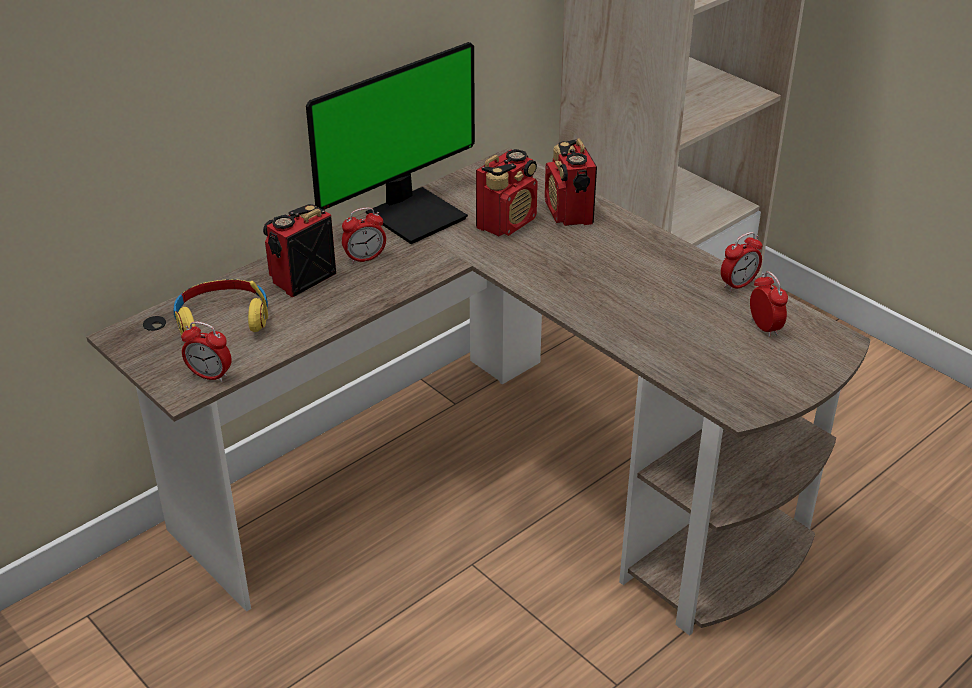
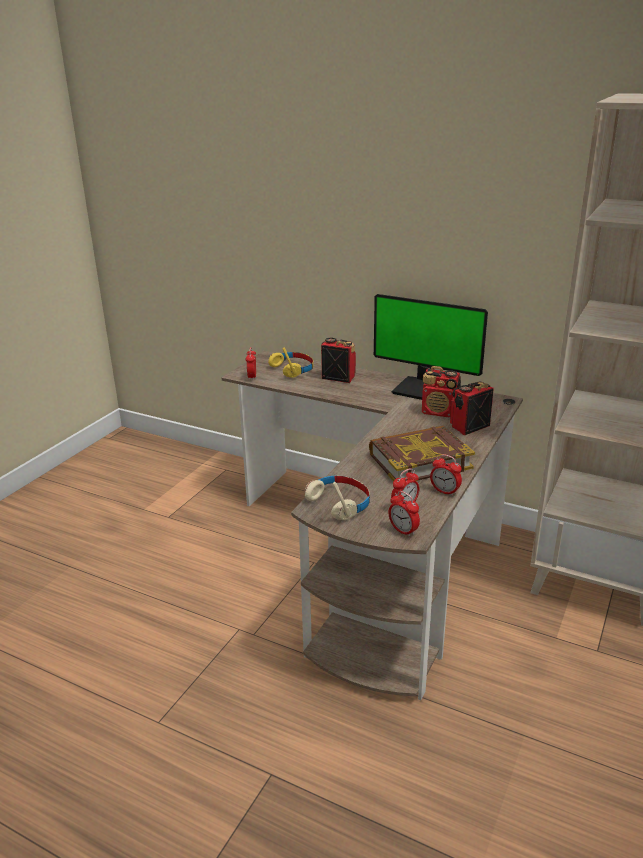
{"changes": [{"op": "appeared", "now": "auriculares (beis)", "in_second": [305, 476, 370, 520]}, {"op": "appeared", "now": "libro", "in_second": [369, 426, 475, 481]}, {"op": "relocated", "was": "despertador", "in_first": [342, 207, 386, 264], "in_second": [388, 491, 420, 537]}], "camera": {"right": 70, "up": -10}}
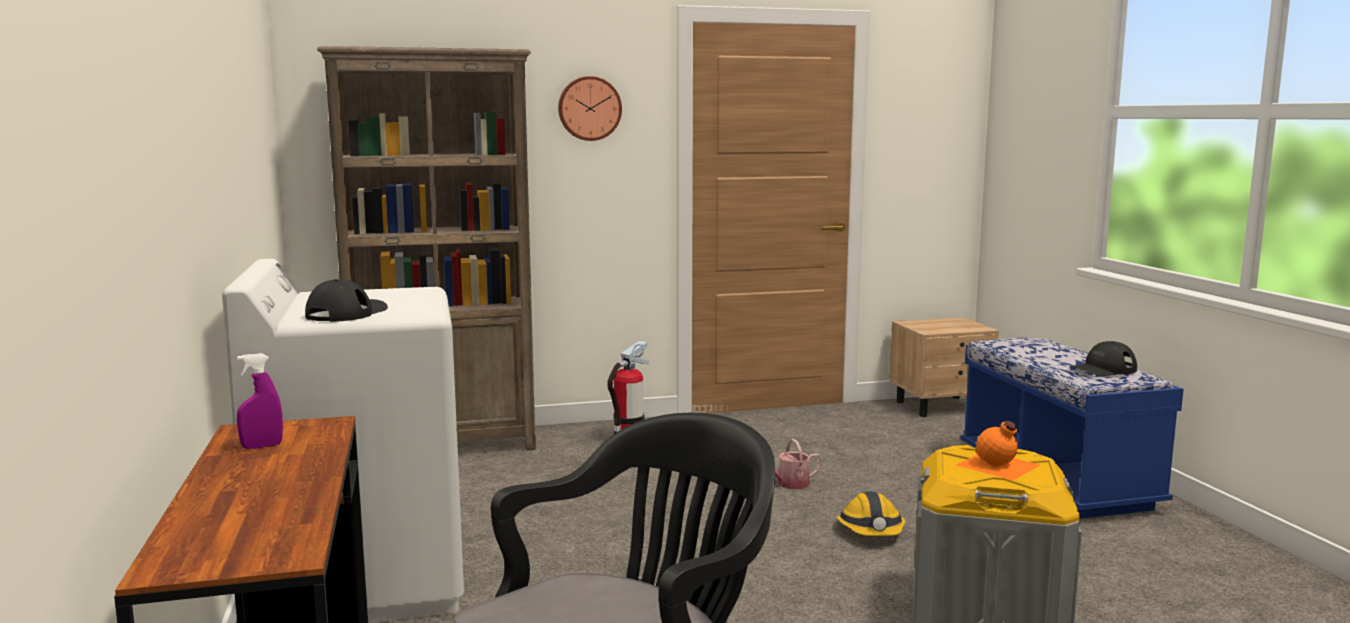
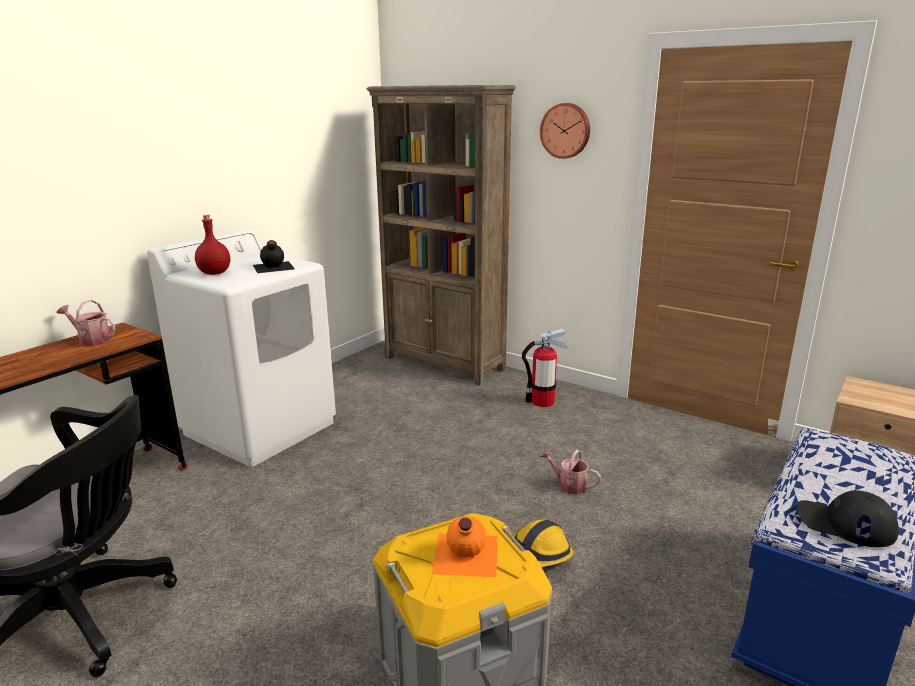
{"changes": [{"op": "exchanged", "was": "pulverizador (morado)", "now": "regadera", "in_first": [237, 353, 283, 449], "in_second": [57, 299, 115, 346]}, {"op": "exchanged", "was": "gorra (negro)", "now": "botella (rojo)", "in_first": [305, 279, 388, 322], "in_second": [195, 215, 230, 275]}, {"op": "appeared", "now": "botella (negro)", "in_second": [253, 240, 295, 273]}], "camera": {"right": 50, "up": 10}}
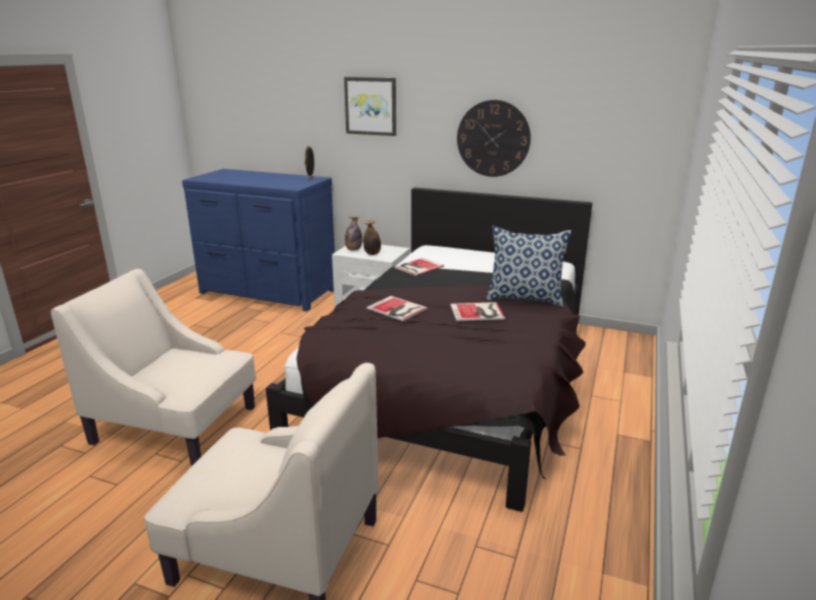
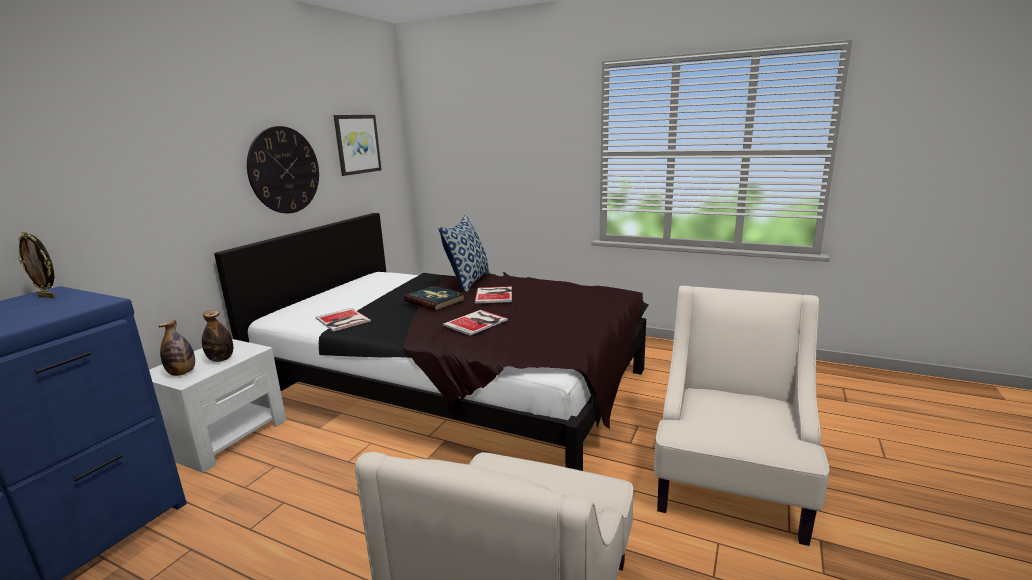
{"changes": [{"op": "relocated", "was": "cuadro", "in_first": [344, 77, 396, 136], "in_second": [334, 115, 382, 176]}, {"op": "appeared", "now": "libro", "in_second": [404, 285, 466, 311]}], "camera": {"right": -85, "up": -5}}
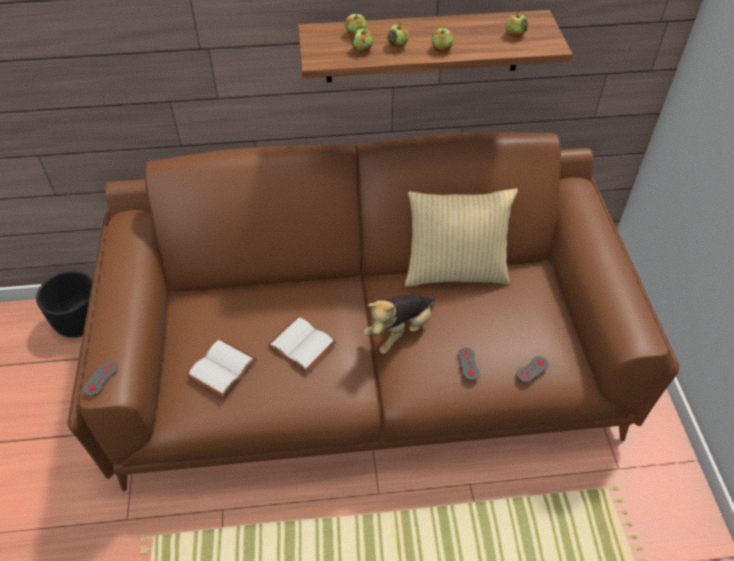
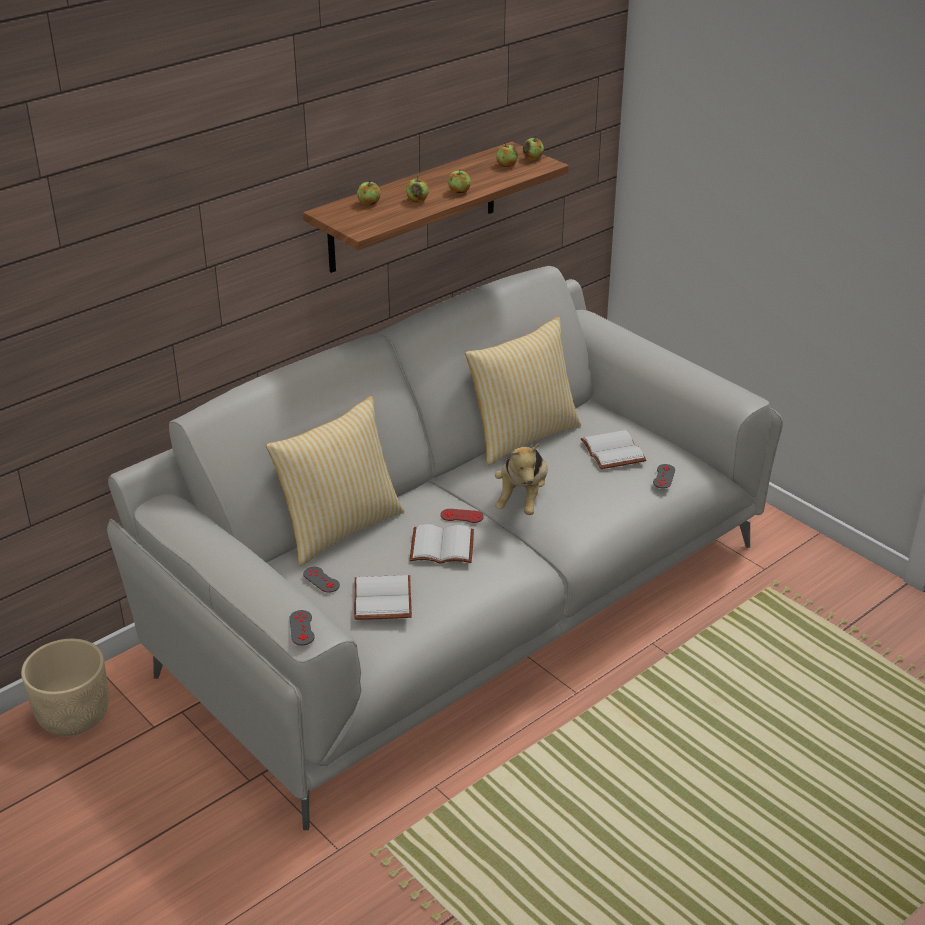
{"changes": [{"op": "colour", "was": "maceta (negro)", "now": "maceta (beis)", "in_first": [36, 271, 93, 338], "in_second": [21, 639, 109, 736]}, {"op": "colour", "was": "sofá (marrón)", "now": "sofá (gris)", "in_first": [68, 132, 679, 492], "in_second": [107, 266, 783, 830]}, {"op": "appeared", "now": "cojín", "in_second": [265, 396, 404, 566]}, {"op": "relocated", "was": "mando de consola (gris)", "in_first": [458, 348, 480, 380], "in_second": [303, 567, 340, 593]}, {"op": "appeared", "now": "mando de consola (rojo)", "in_second": [440, 509, 484, 523]}, {"op": "relocated", "was": "manzana", "in_first": [351, 28, 373, 52], "in_second": [523, 136, 544, 160]}, {"op": "appeared", "now": "libro (blanco)", "in_second": [580, 430, 646, 469]}], "camera": {"right": -35, "up": -15}}
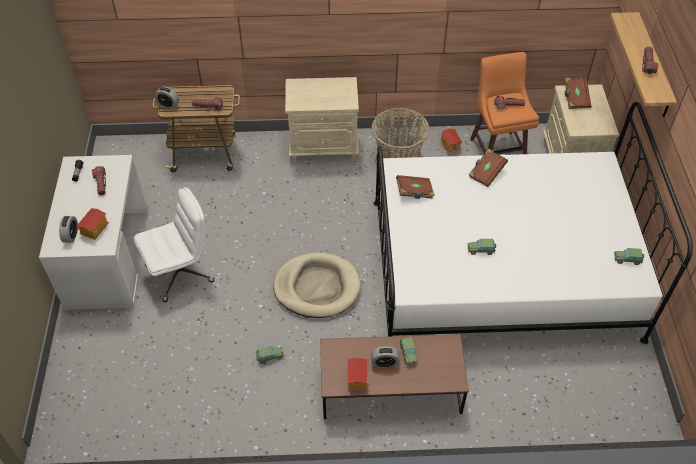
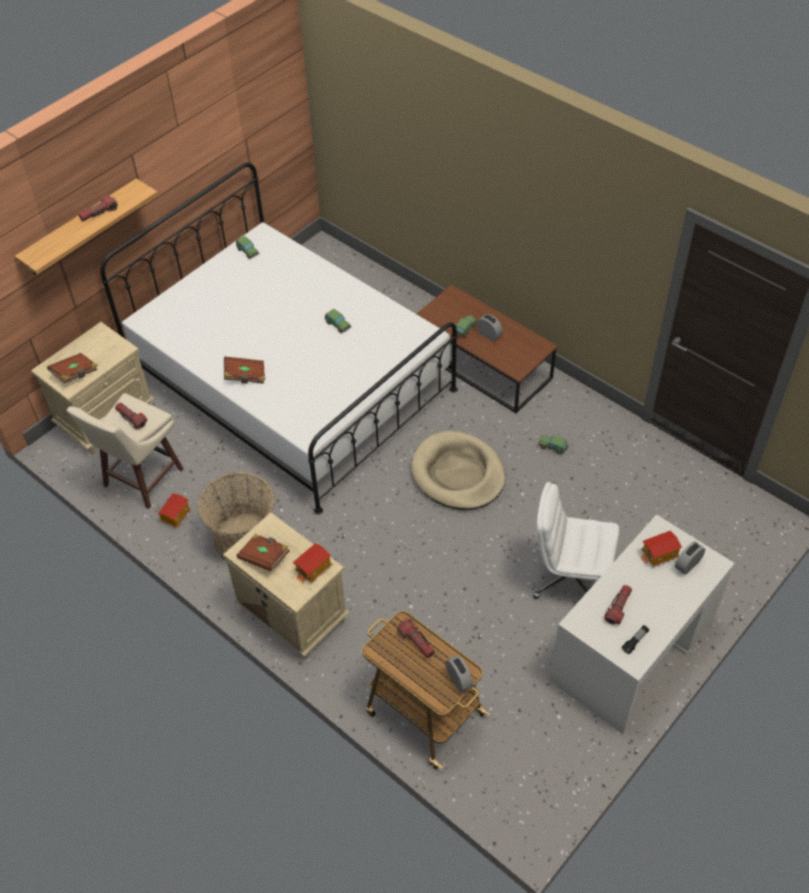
{"changes": [{"op": "colour", "was": "taburete (naranja)", "now": "taburete (beis)", "in_first": [470, 52, 539, 154], "in_second": [67, 393, 184, 509]}, {"op": "relocated", "was": "libro (marrón)", "in_first": [396, 175, 435, 199], "in_second": [236, 534, 290, 571]}, {"op": "relocated", "was": "casita", "in_first": [347, 357, 368, 390], "in_second": [293, 543, 332, 583]}], "camera": {"right": -135, "up": 0}}
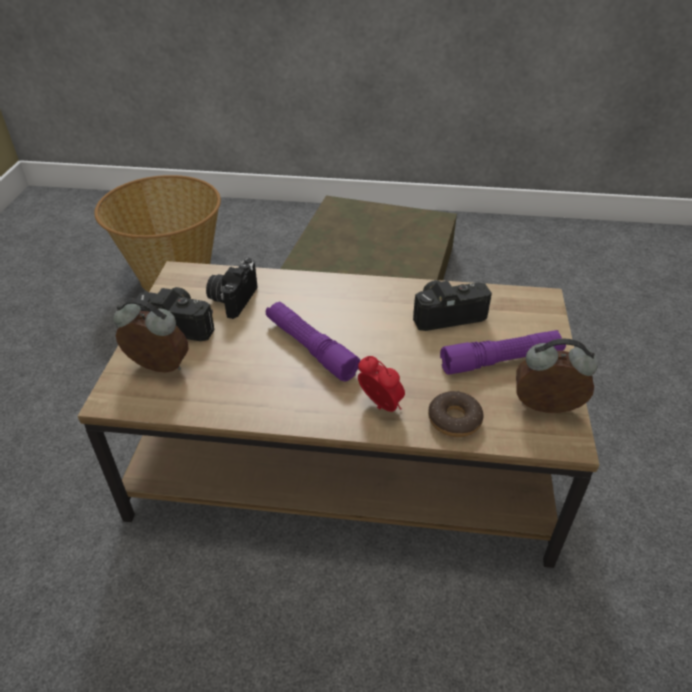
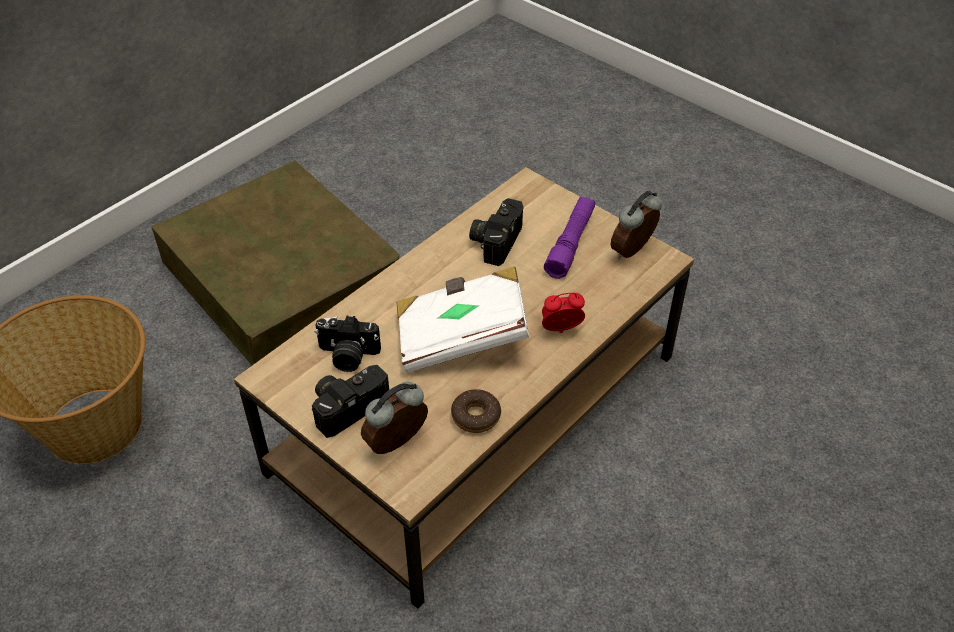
{"changes": [{"op": "spun", "was": "cámara", "in_first": [206, 258, 258, 319], "in_second": [315, 315, 381, 372], "clockwise": -45}, {"op": "exchanged", "was": "linterna (morado)", "now": "libro (blanco)", "in_first": [266, 301, 360, 382], "in_second": [396, 266, 530, 373]}, {"op": "relocated", "was": "rosquilla", "in_first": [428, 391, 483, 437], "in_second": [451, 389, 501, 433]}], "camera": {"right": -55, "up": 5}}
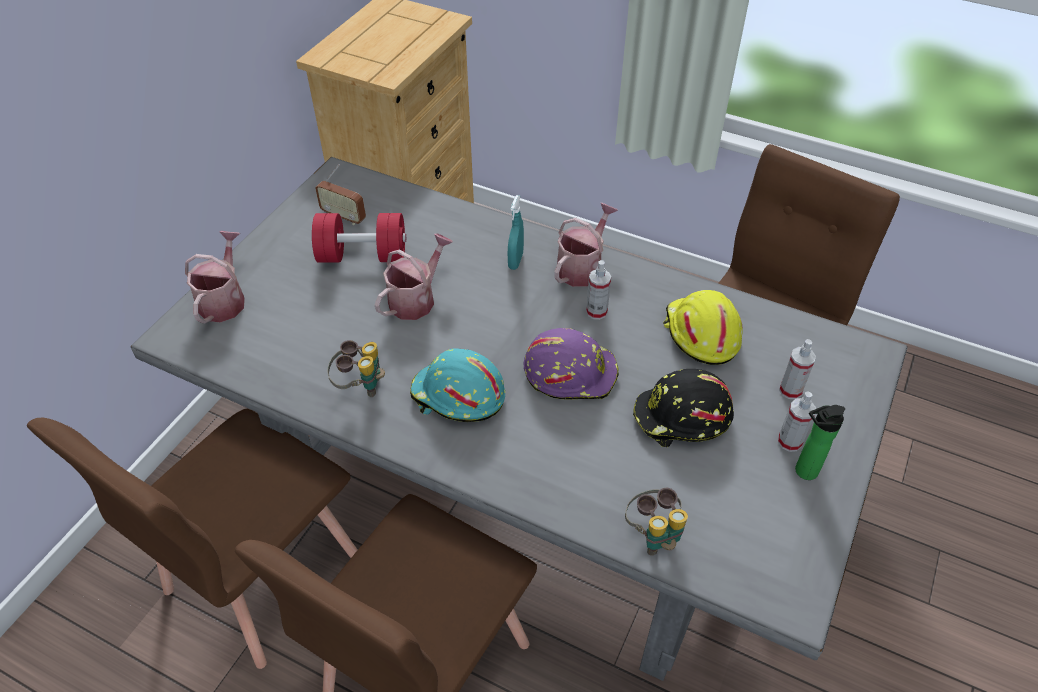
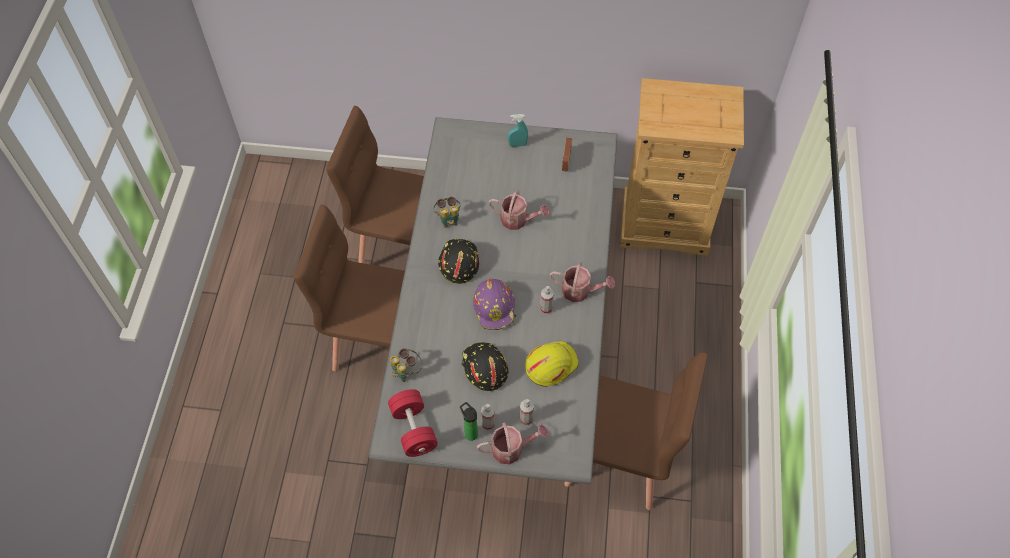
{"changes": [{"op": "relocated", "was": "mancuerna (rojo)", "in_first": [312, 213, 406, 263], "in_second": [388, 389, 438, 457]}, {"op": "colour", "was": "casco (turquesa)", "now": "casco (negro)", "in_first": [410, 348, 505, 422], "in_second": [438, 239, 479, 284]}, {"op": "relocated", "was": "regadera", "in_first": [185, 231, 245, 323], "in_second": [477, 423, 548, 464]}, {"op": "relocated", "was": "pulverizador (turquesa)", "in_first": [508, 195, 524, 270], "in_second": [508, 114, 528, 147]}], "camera": {"right": 70, "up": 10}}
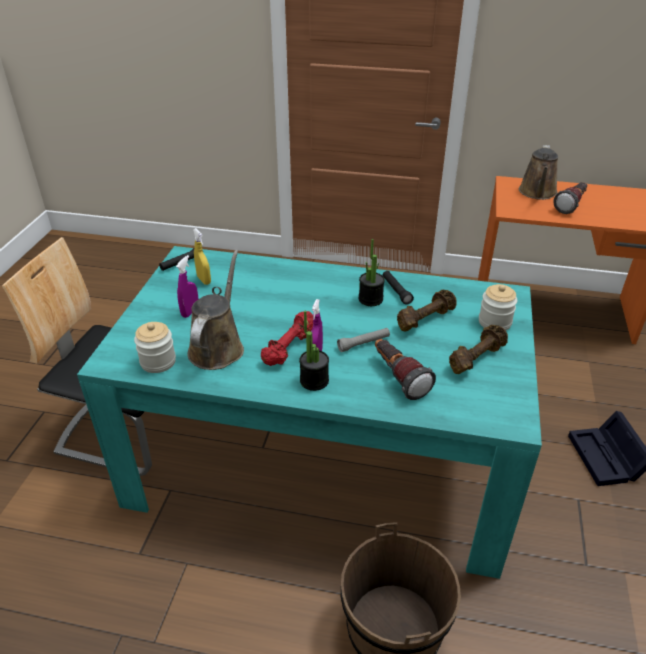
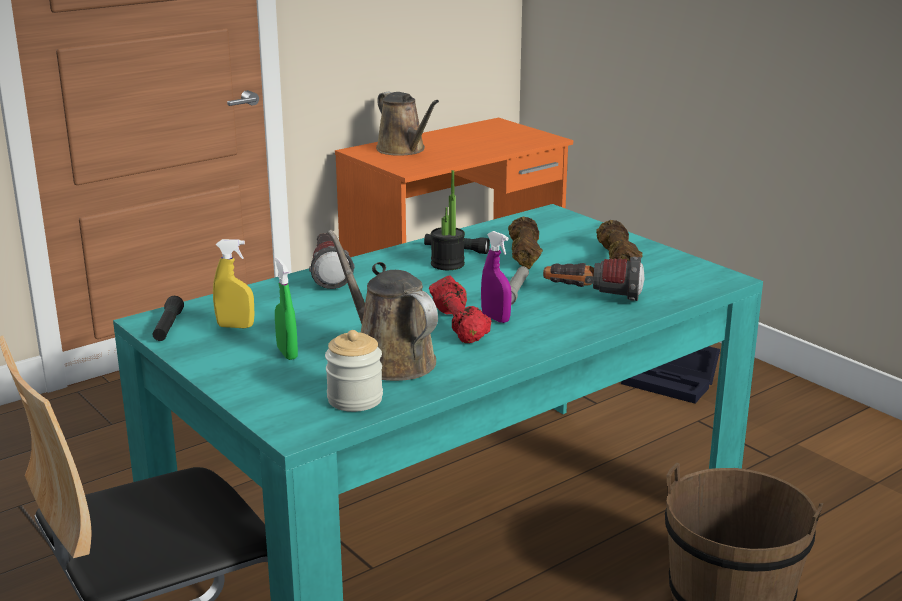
{"changes": [{"op": "colour", "was": "pulverizador (morado)", "now": "pulverizador (verde)", "in_first": [176, 255, 198, 318], "in_second": [275, 258, 298, 360]}, {"op": "relocated", "was": "linterna", "in_first": [553, 182, 587, 214], "in_second": [309, 233, 355, 289]}, {"op": "missing", "was": "planta en maceta", "in_first": [299, 311, 329, 391]}, {"op": "missing", "was": "tarro", "in_first": [479, 284, 517, 331]}], "camera": {"right": -50, "up": -15}}
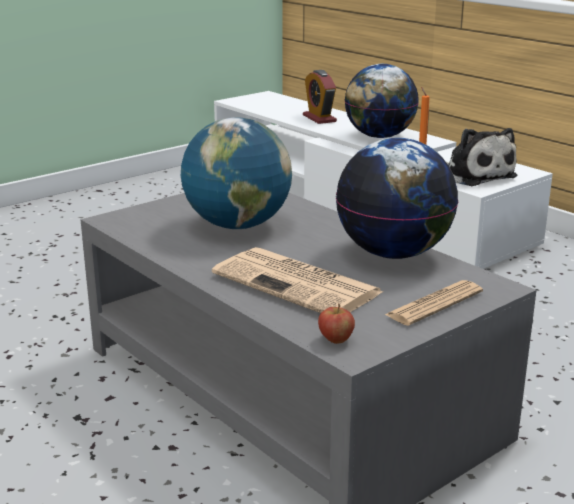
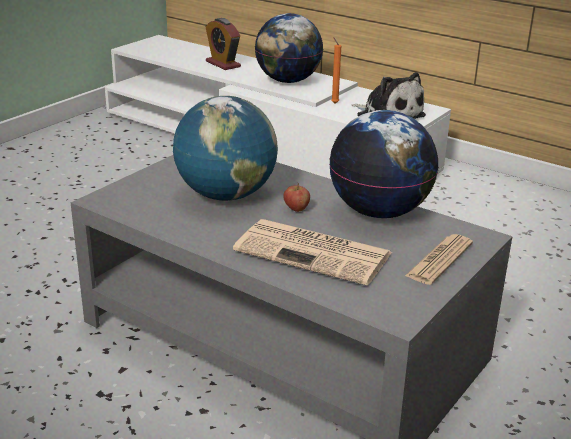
{"changes": [{"op": "relocated", "was": "manzana", "in_first": [318, 303, 355, 344], "in_second": [283, 183, 310, 212]}], "camera": {"right": -15, "up": 5}}
